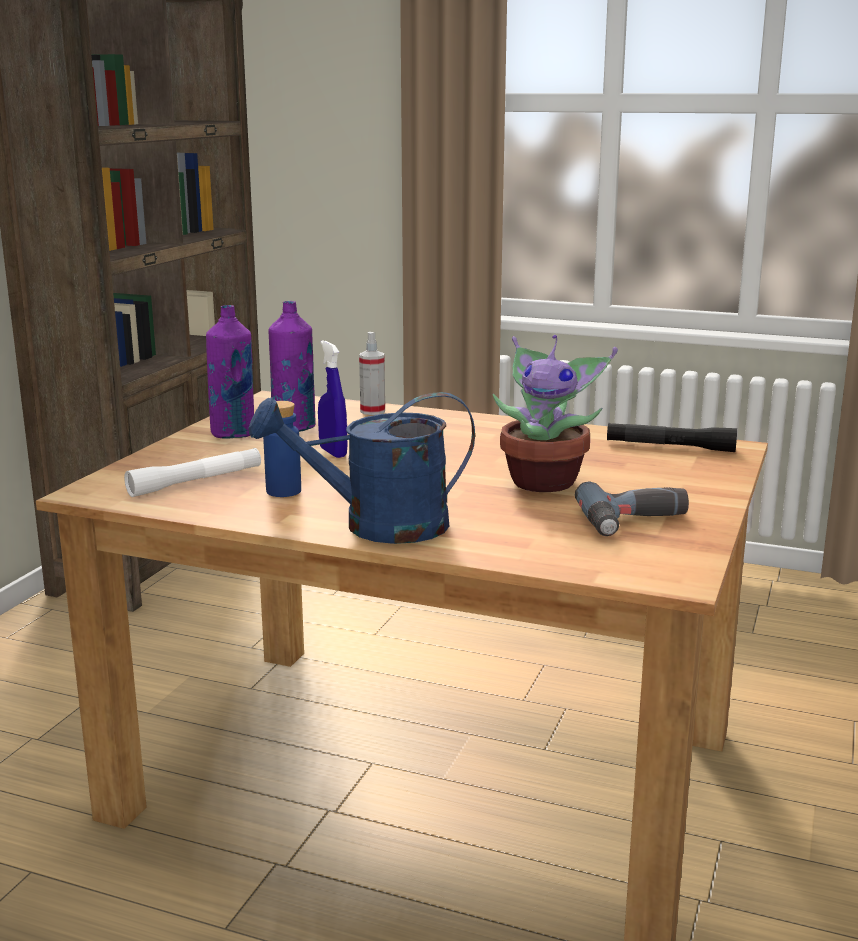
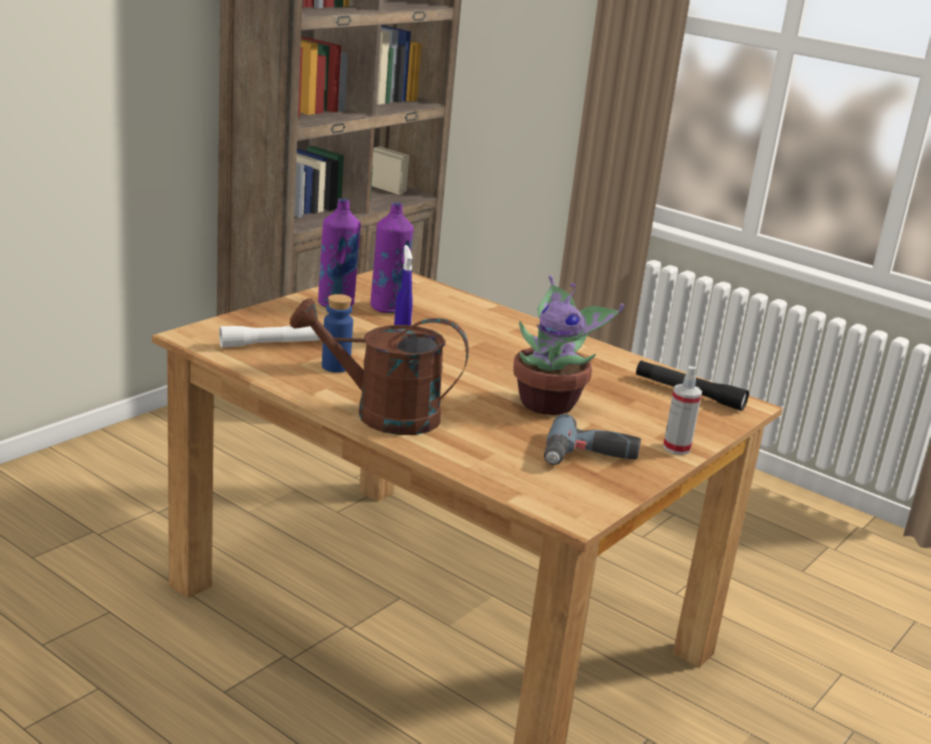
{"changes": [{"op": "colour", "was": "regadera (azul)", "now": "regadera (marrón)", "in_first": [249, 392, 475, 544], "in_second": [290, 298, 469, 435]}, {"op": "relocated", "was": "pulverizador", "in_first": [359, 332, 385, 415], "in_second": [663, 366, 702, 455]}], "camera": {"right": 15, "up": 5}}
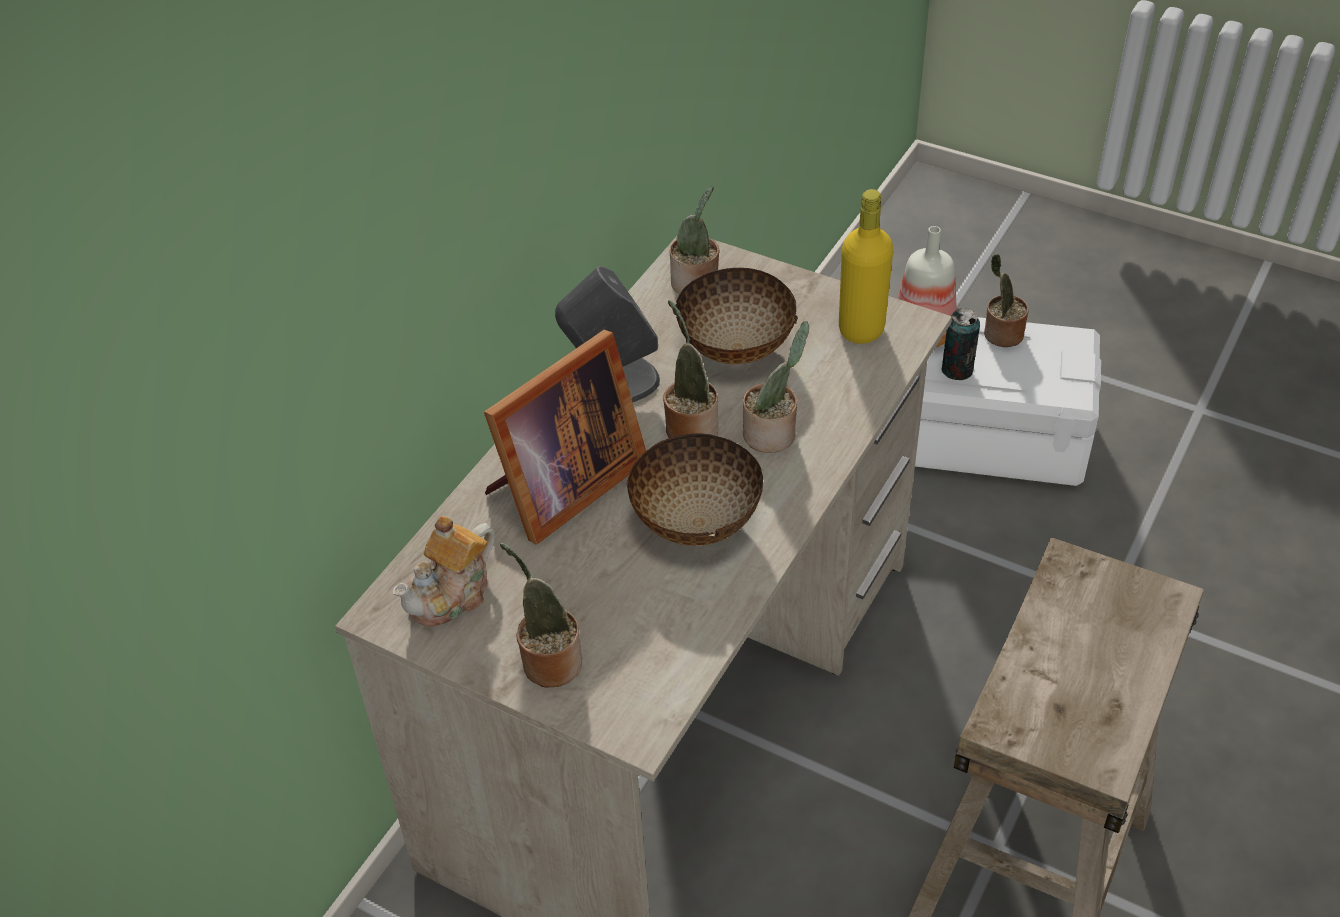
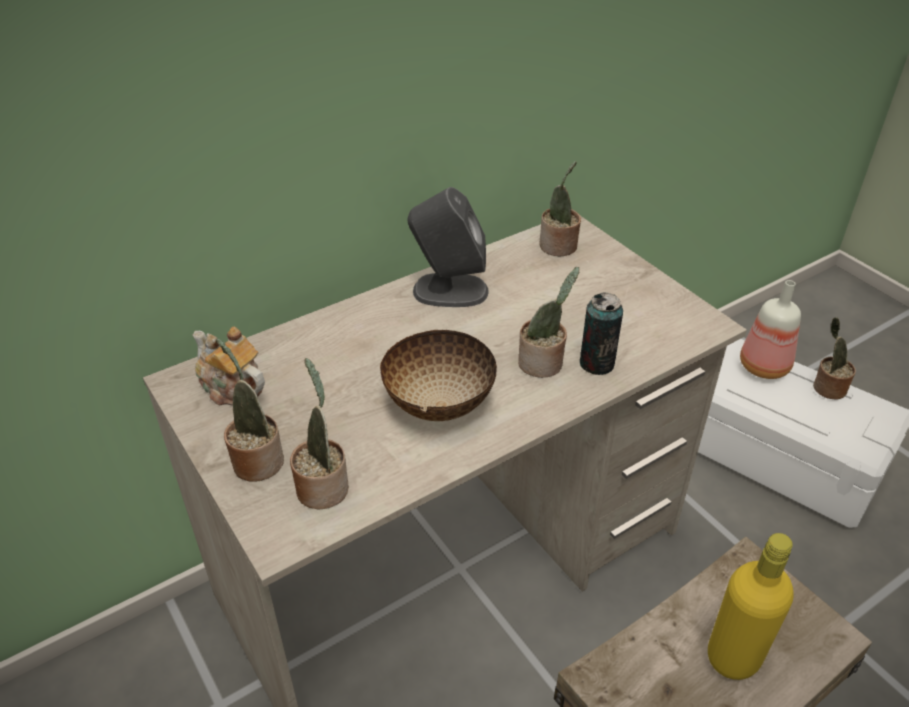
{"changes": [{"op": "spun", "was": "tetera", "in_first": [393, 516, 495, 627], "in_second": [193, 327, 265, 406], "clockwise": 60}, {"op": "relocated", "was": "planta en maceta", "in_first": [663, 300, 718, 438], "in_second": [290, 358, 349, 510]}, {"op": "relocated", "was": "lata", "in_first": [942, 308, 980, 380], "in_second": [580, 292, 623, 375]}, {"op": "relocated", "was": "botella (amarillo)", "in_first": [839, 189, 893, 344], "in_second": [708, 533, 794, 680]}, {"op": "missing", "was": "portarretratos", "in_first": [484, 330, 646, 545]}, {"op": "missing", "was": "cuenco", "in_first": [676, 268, 798, 364]}], "camera": {"right": 25, "up": -5}}
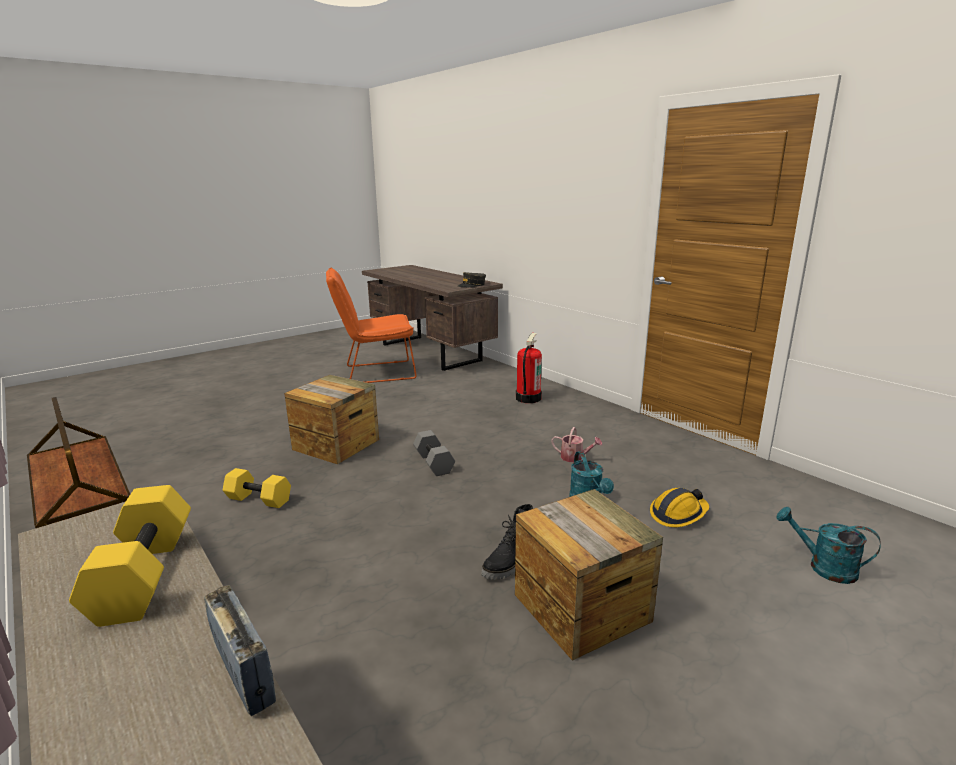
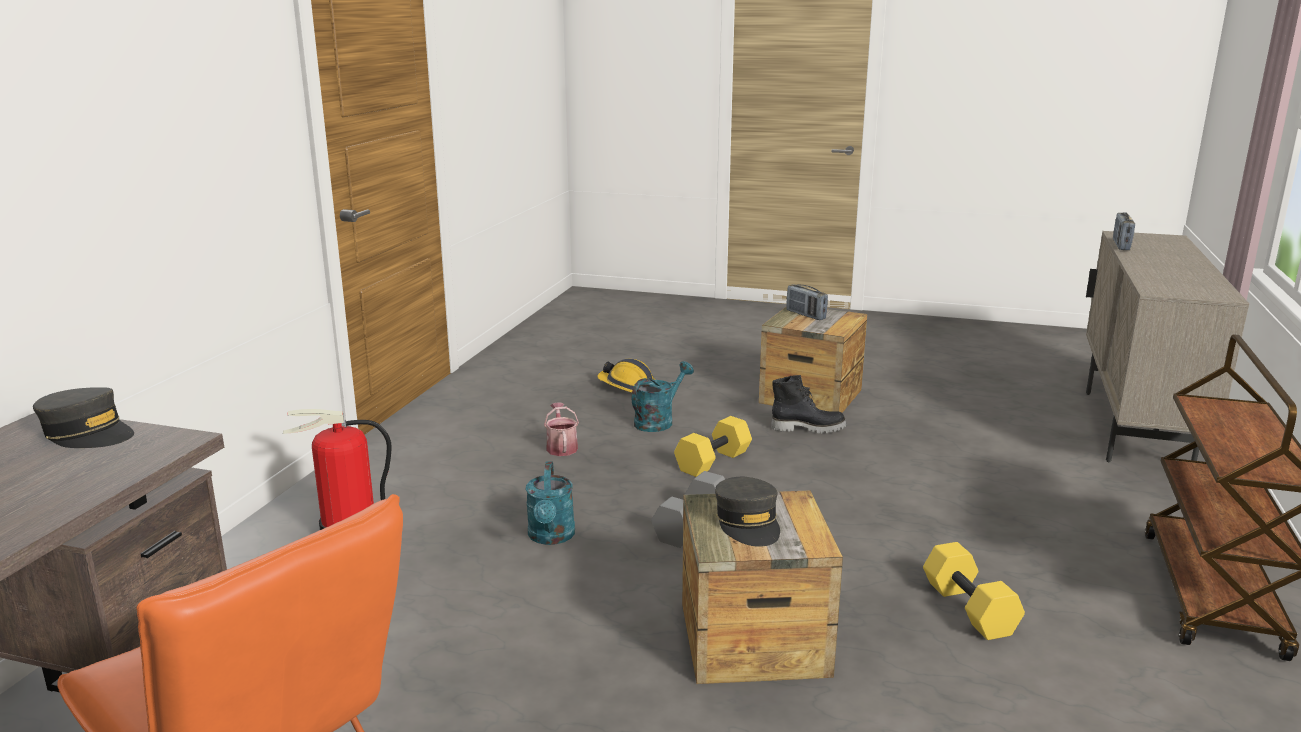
{"changes": [{"op": "relocated", "was": "regadera (turquesa)", "in_first": [776, 507, 881, 584], "in_second": [525, 462, 575, 545]}, {"op": "relocated", "was": "mancuerna (amarillo)", "in_first": [69, 485, 191, 627], "in_second": [674, 416, 752, 477]}, {"op": "appeared", "now": "gorra (gris)", "in_second": [715, 477, 780, 547]}, {"op": "appeared", "now": "radio", "in_second": [786, 284, 828, 320]}], "camera": {"right": -125, "up": 0}}
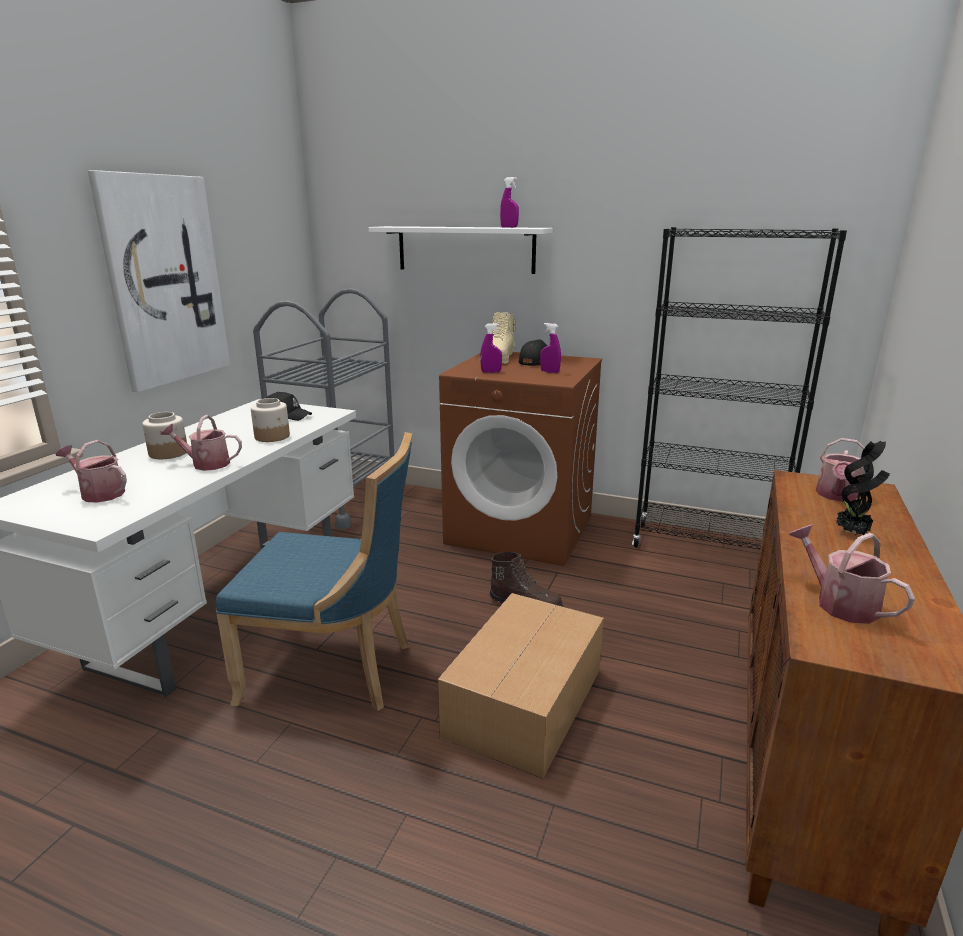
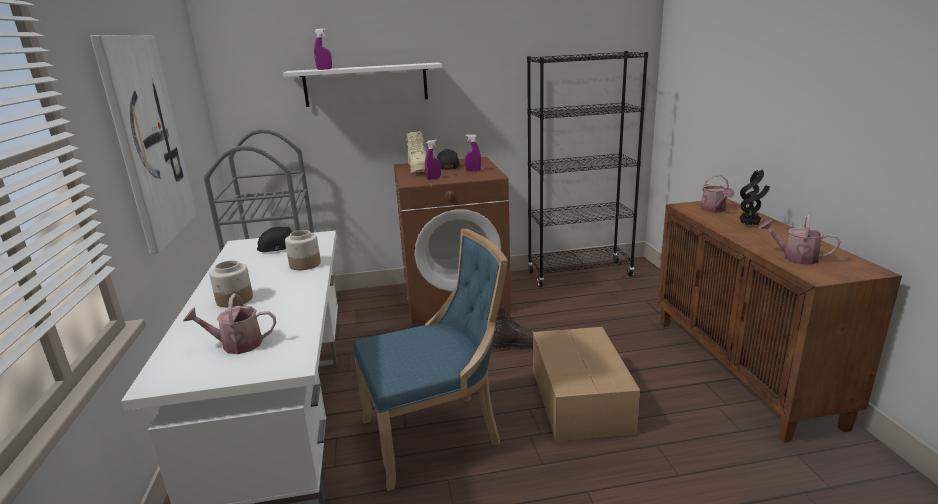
{"changes": [{"op": "relocated", "was": "pulverizador (morado)", "in_first": [500, 177, 519, 228], "in_second": [314, 29, 332, 70]}, {"op": "missing", "was": "regadera", "in_first": [160, 415, 242, 471]}], "camera": {"right": -30, "up": 0}}
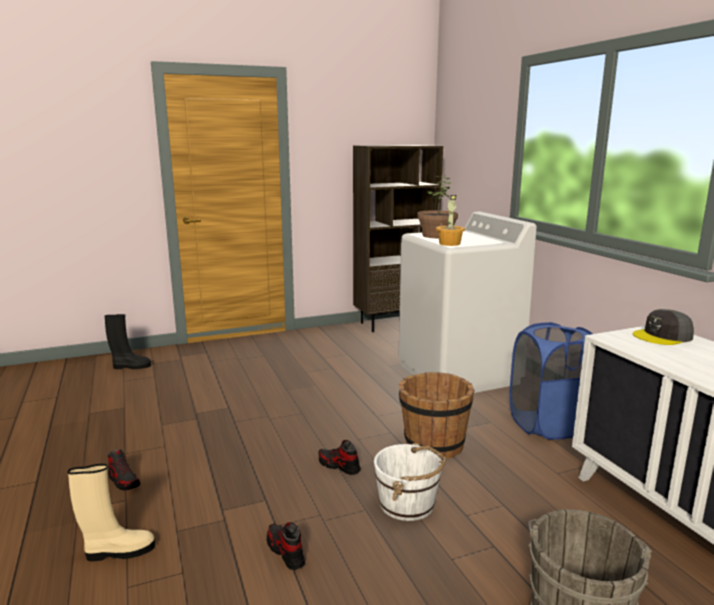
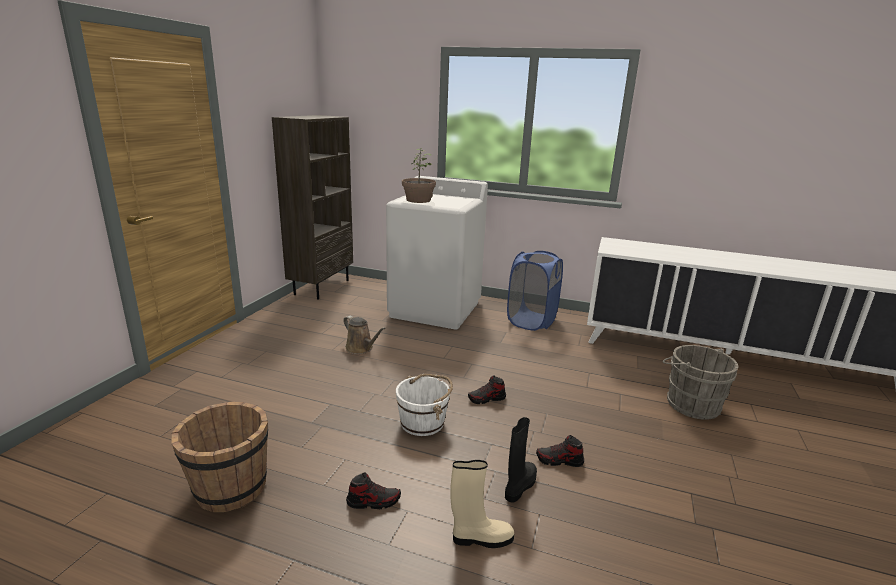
{"changes": [{"op": "relocated", "was": "cubo (marrón)", "in_first": [399, 372, 474, 460], "in_second": [171, 402, 268, 512]}, {"op": "appeared", "now": "regadera (marrón)", "in_second": [343, 316, 386, 354]}, {"op": "relocated", "was": "cubo (blanco)", "in_first": [374, 443, 446, 521], "in_second": [396, 374, 453, 436]}, {"op": "spun", "was": "bota (beis)", "in_first": [68, 464, 155, 561], "in_second": [450, 460, 514, 548], "clockwise": 60}, {"op": "relocated", "was": "bota (negro)", "in_first": [105, 314, 151, 369], "in_second": [505, 417, 537, 503]}, {"op": "missing", "was": "planta en maceta", "in_first": [436, 195, 465, 246]}, {"op": "missing", "was": "gorra (gris)", "in_first": [633, 309, 694, 345]}], "camera": {"right": -50, "up": 5}}
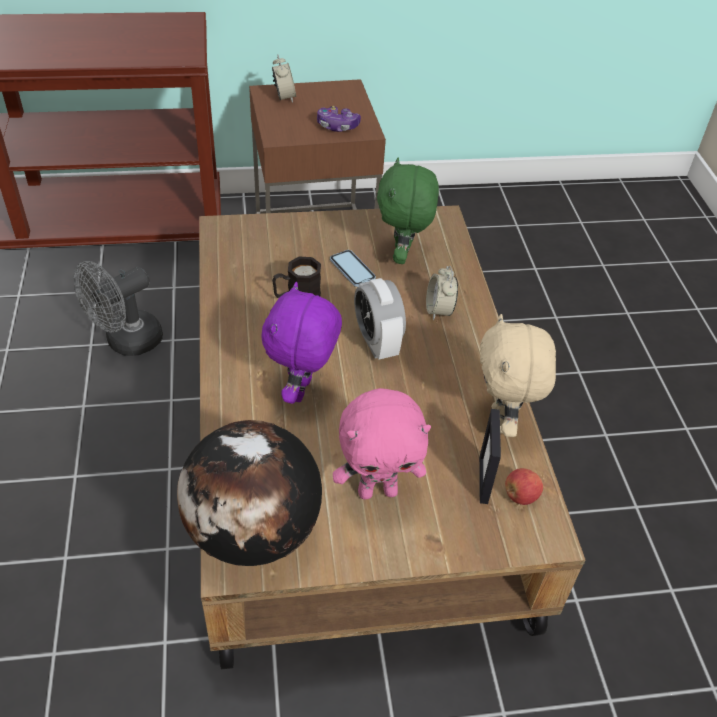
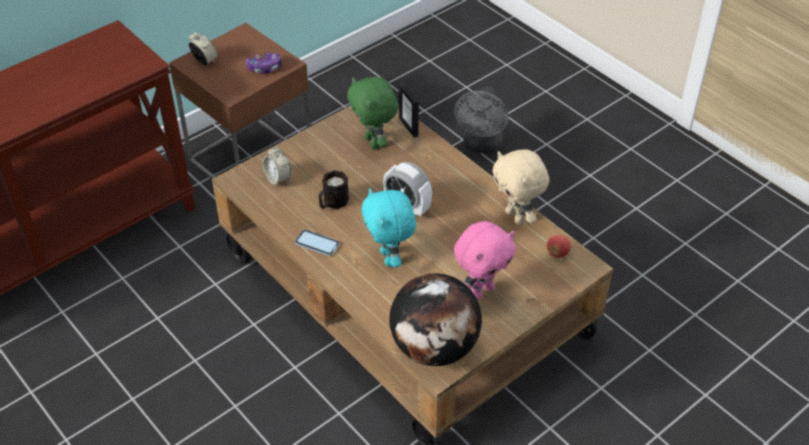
{"changes": [{"op": "relocated", "was": "despertador", "in_first": [426, 266, 458, 320], "in_second": [263, 146, 291, 187]}, {"op": "relocated", "was": "móvil", "in_first": [330, 250, 376, 287], "in_second": [295, 230, 339, 256]}, {"op": "colour", "was": "peluche (morado)", "now": "peluche (turquesa)", "in_first": [261, 282, 342, 404], "in_second": [362, 188, 416, 267]}, {"op": "relocated", "was": "portarretratos", "in_first": [479, 409, 501, 504], "in_second": [399, 82, 419, 138]}, {"op": "relocated", "was": "ventilador (gris)", "in_first": [74, 261, 163, 356], "in_second": [454, 86, 508, 154]}], "camera": {"right": -30, "up": 0}}
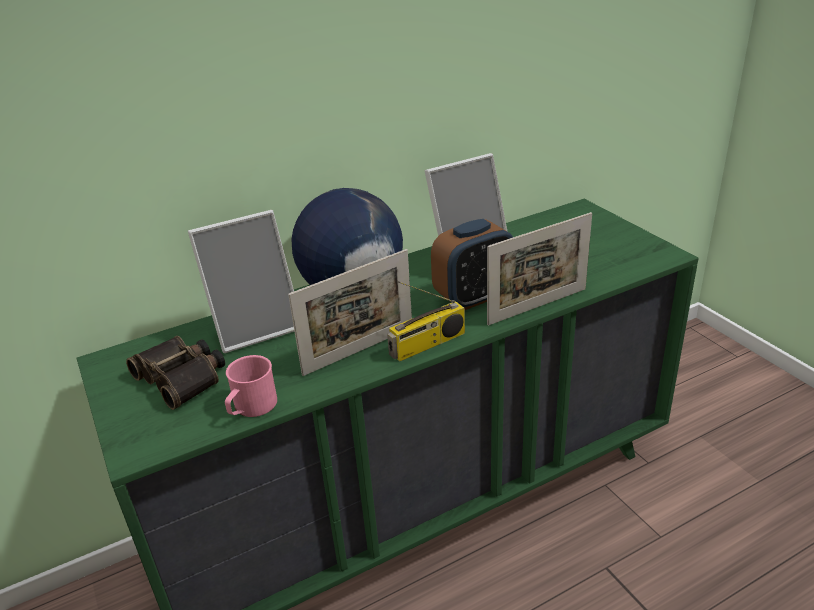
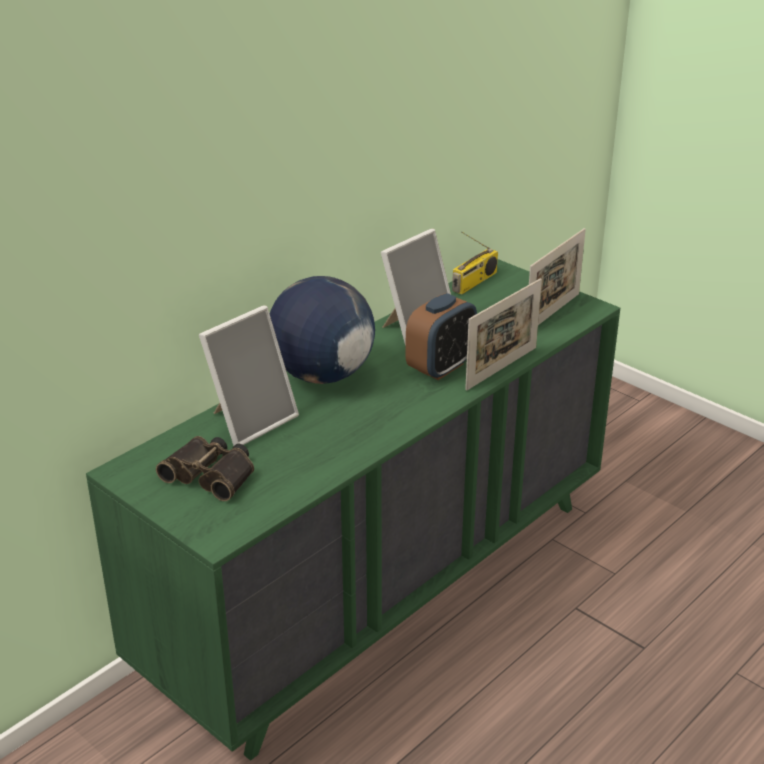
{"changes": [{"op": "relocated", "was": "radio", "in_first": [387, 281, 465, 361], "in_second": [452, 232, 498, 294]}, {"op": "relocated", "was": "portarretratos", "in_first": [288, 249, 412, 376], "in_second": [529, 228, 586, 325]}, {"op": "missing", "was": "taza grande (rosa)", "in_first": [225, 355, 277, 417]}], "camera": {"right": -20, "up": 0}}
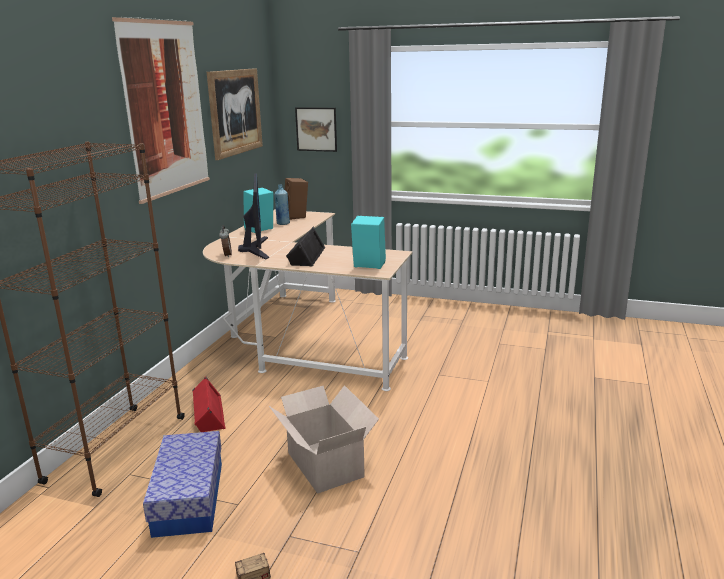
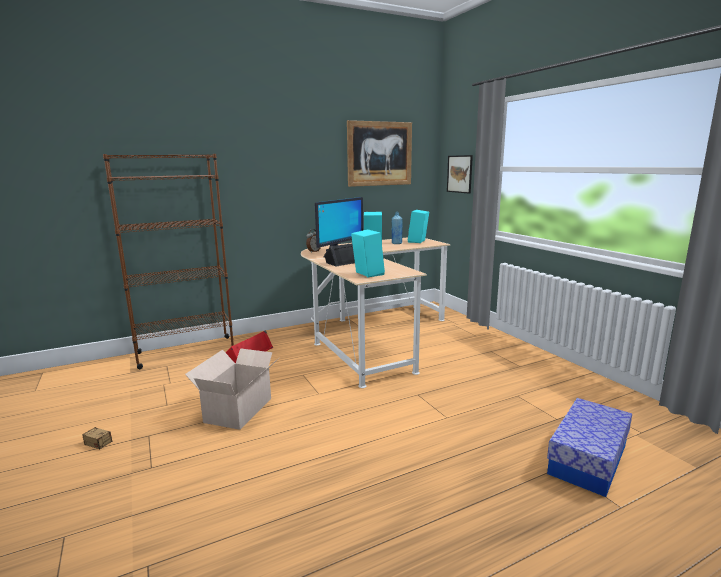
{"changes": [{"op": "colour", "was": "altavoz (marrón)", "now": "altavoz (turquesa)", "in_first": [285, 178, 308, 220], "in_second": [408, 210, 429, 243]}, {"op": "relocated", "was": "caja de almacenaje", "in_first": [143, 431, 222, 538], "in_second": [547, 398, 632, 497]}, {"op": "missing", "was": "cuadro", "in_first": [112, 17, 210, 204]}], "camera": {"right": 45, "up": -5}}
